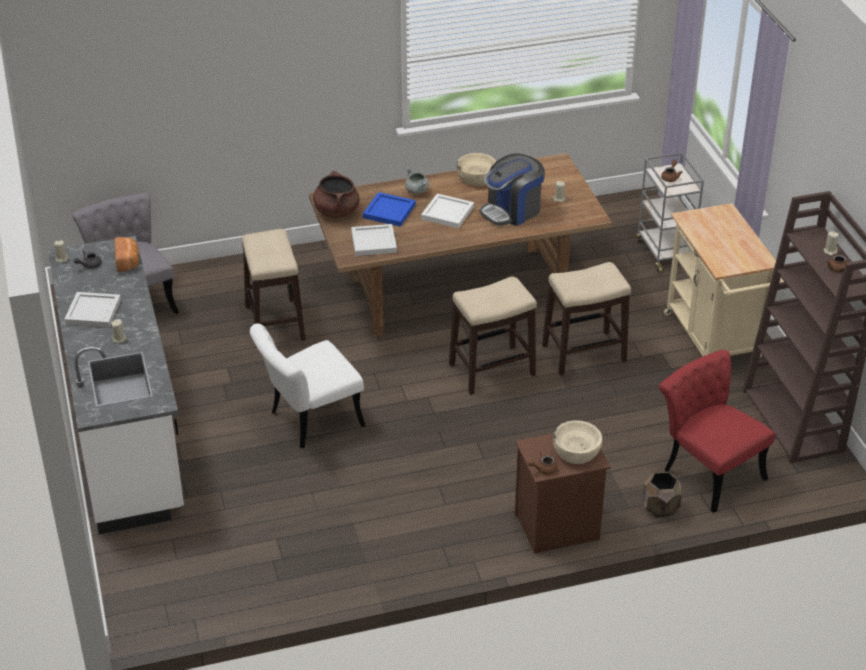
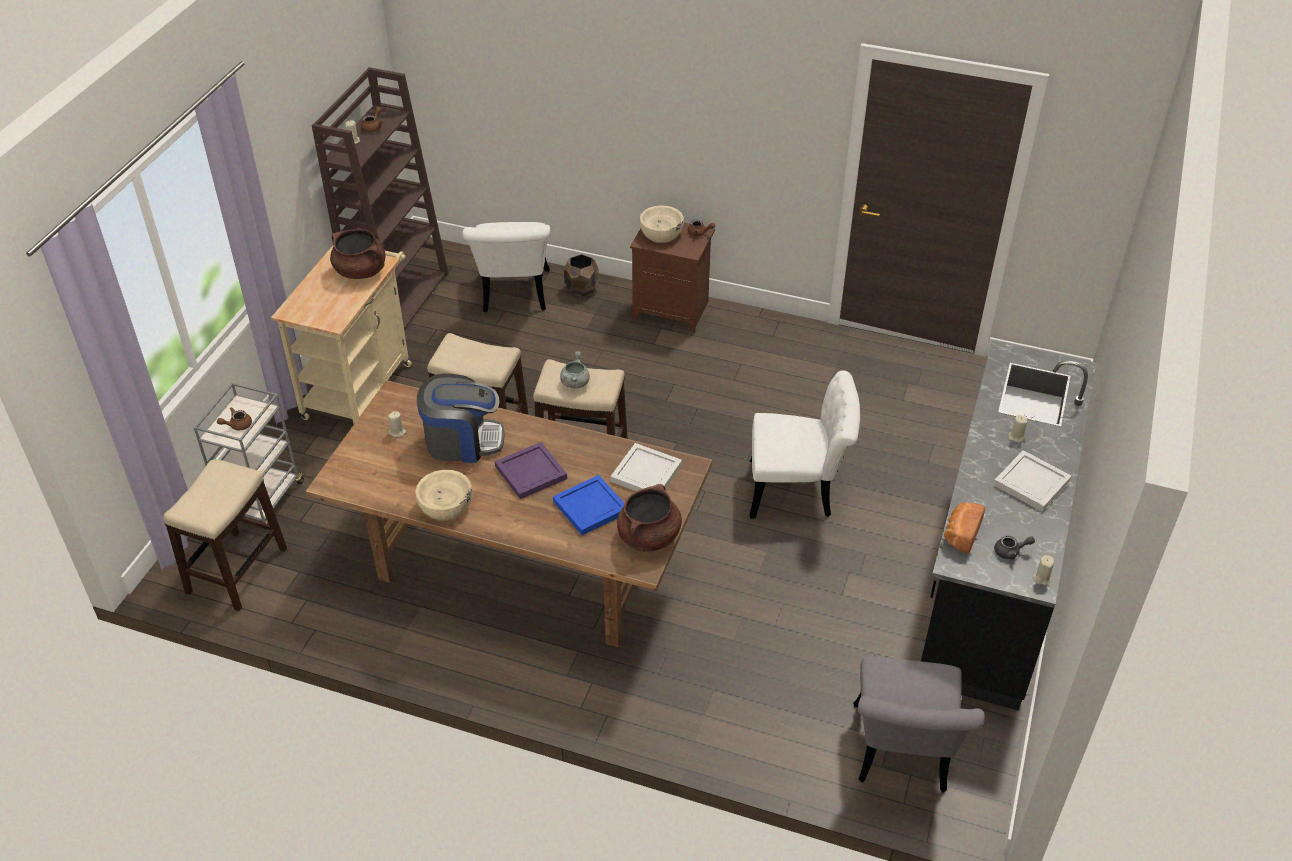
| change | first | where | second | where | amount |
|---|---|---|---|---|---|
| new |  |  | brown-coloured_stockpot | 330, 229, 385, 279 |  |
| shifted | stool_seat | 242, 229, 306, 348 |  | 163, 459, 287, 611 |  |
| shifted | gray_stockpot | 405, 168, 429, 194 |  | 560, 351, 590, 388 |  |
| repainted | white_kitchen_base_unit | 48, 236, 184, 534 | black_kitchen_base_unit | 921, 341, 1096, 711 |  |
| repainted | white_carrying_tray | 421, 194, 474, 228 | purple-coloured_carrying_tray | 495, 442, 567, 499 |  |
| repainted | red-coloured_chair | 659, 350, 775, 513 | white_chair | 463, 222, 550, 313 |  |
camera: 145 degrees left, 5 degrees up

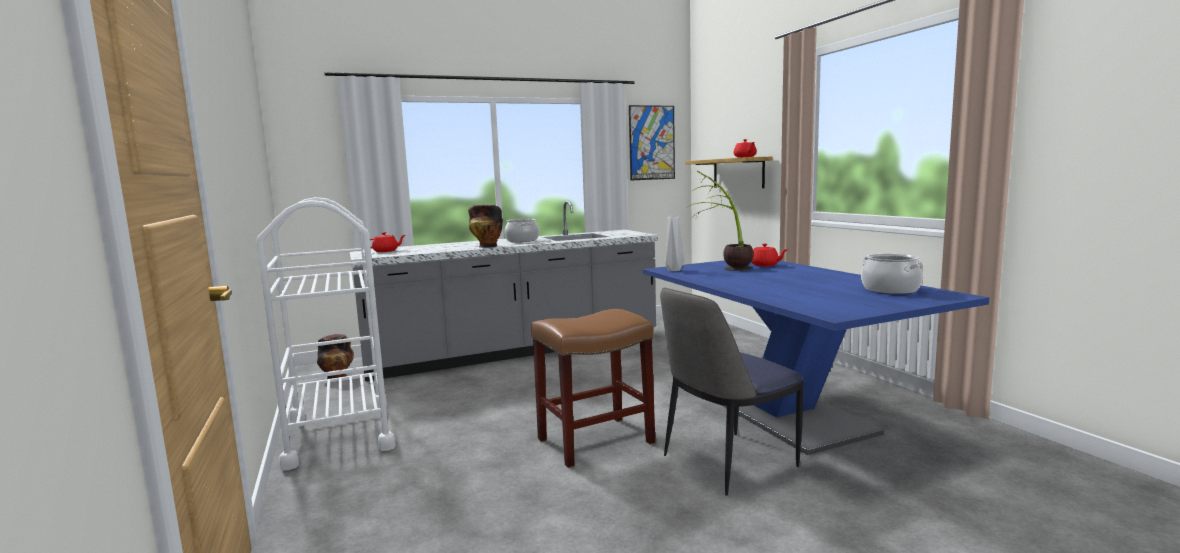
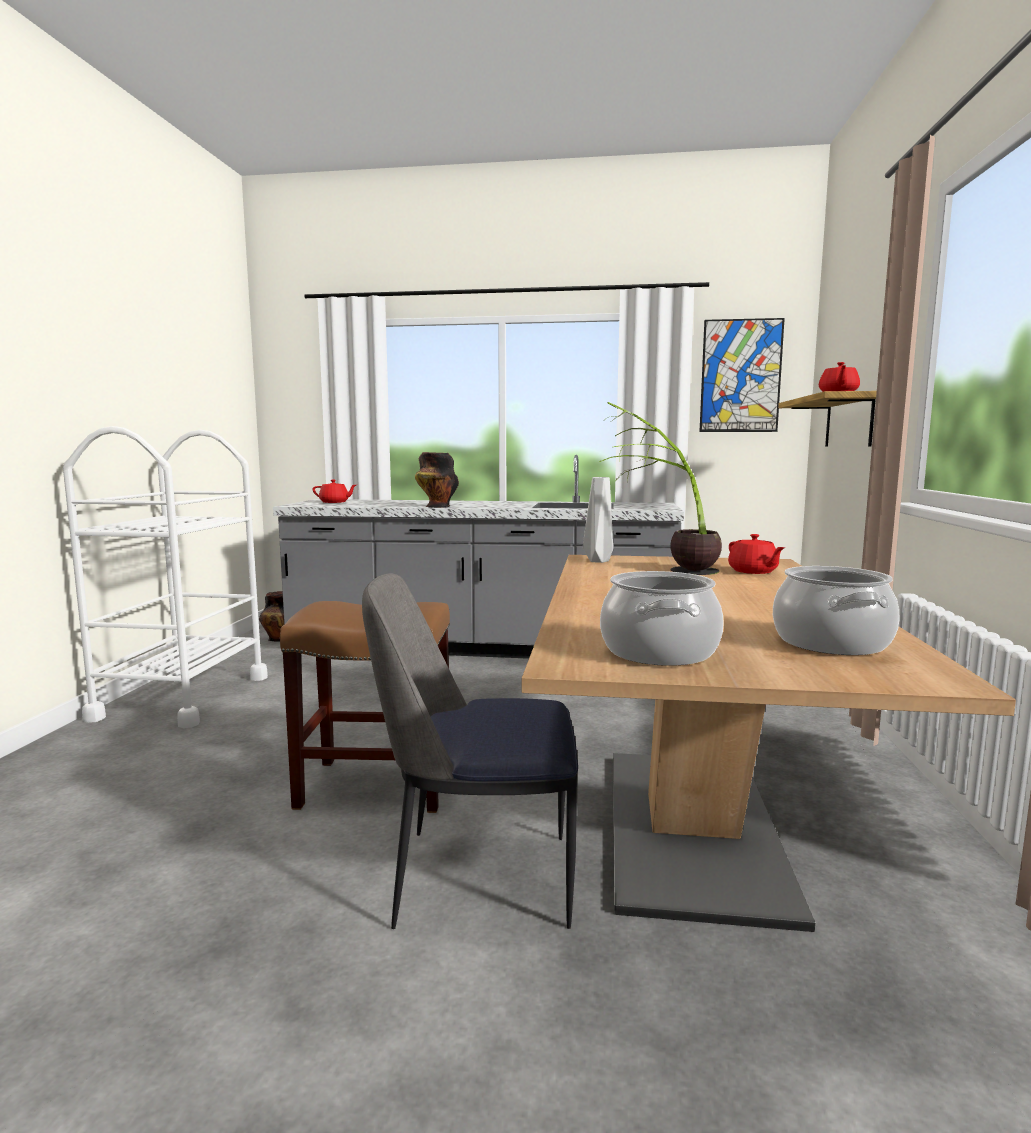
| change | first | where | second | where | amount |
|---|---|---|---|---|---|
| shifted | stockpot | 505, 219, 539, 242 |  | 600, 571, 724, 666 |  |
| repainted | bluish_dining_table | 643, 260, 989, 455 | brown-coloured_dining_table | 522, 555, 1016, 932 |  |
camera: 30 degrees right, 0 degrees up

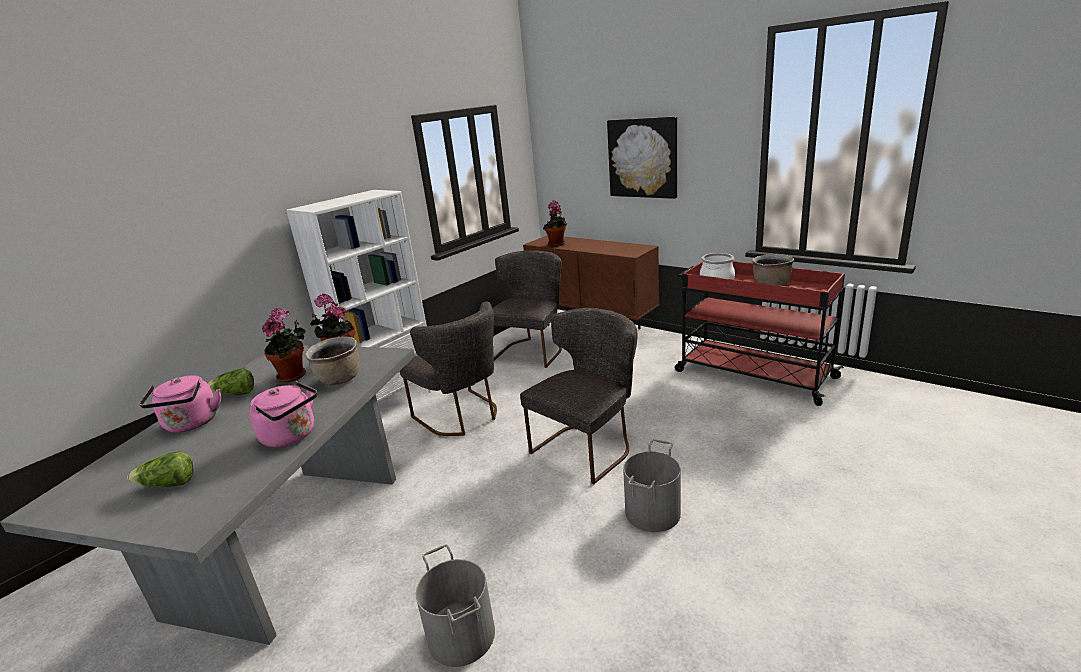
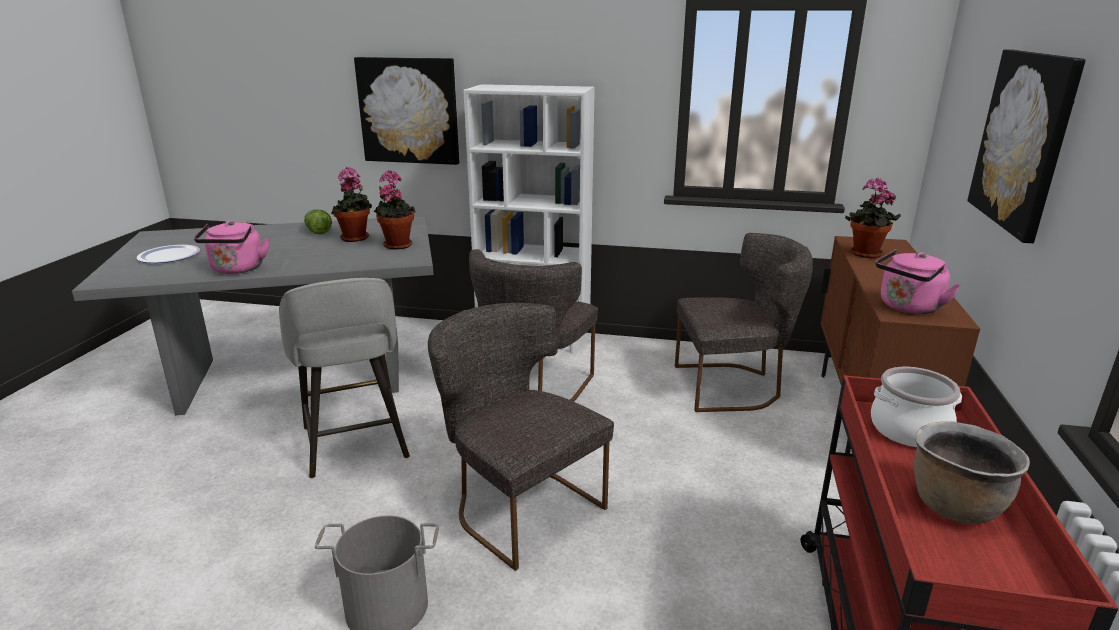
| change | first | where | second | where | amount |
|---|---|---|---|---|---|
| gone | brown-coloured_stockpot | 305, 336, 359, 385 |  |  |  |
| gone | gray_pail | 416, 544, 495, 667 |  |  |  |
| new |  |  | gray_stool_seat | 279, 278, 410, 478 |  |
| new |  |  | wall_picture | 354, 57, 459, 165 |  |
| shifted | pinkish_tea_kettle | 139, 375, 221, 432 |  | 876, 249, 960, 314 |  |
| swapped | lettuce | 127, 452, 193, 487 | plate | 137, 245, 200, 263 |  |
| rotated | gray_chair | 520, 308, 637, 485 |  | 428, 303, 614, 571 | 150 degrees counterclockwise |
camera: 60 degrees right, 0 degrees up

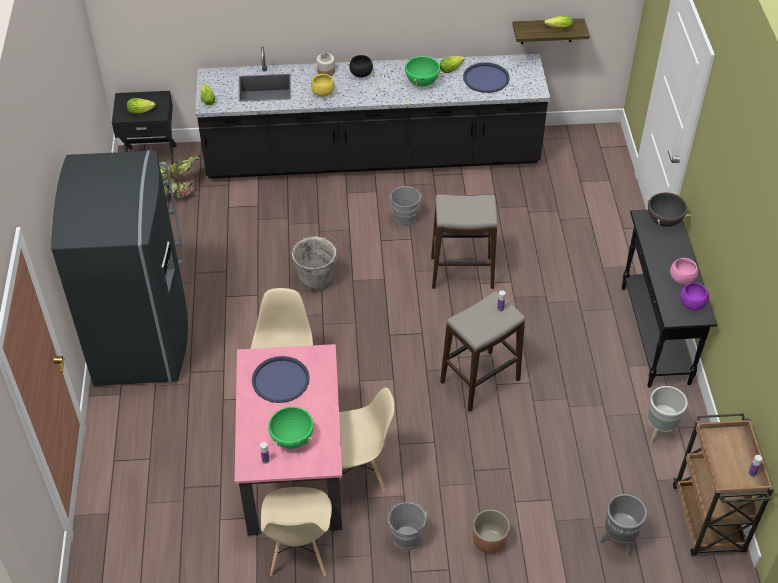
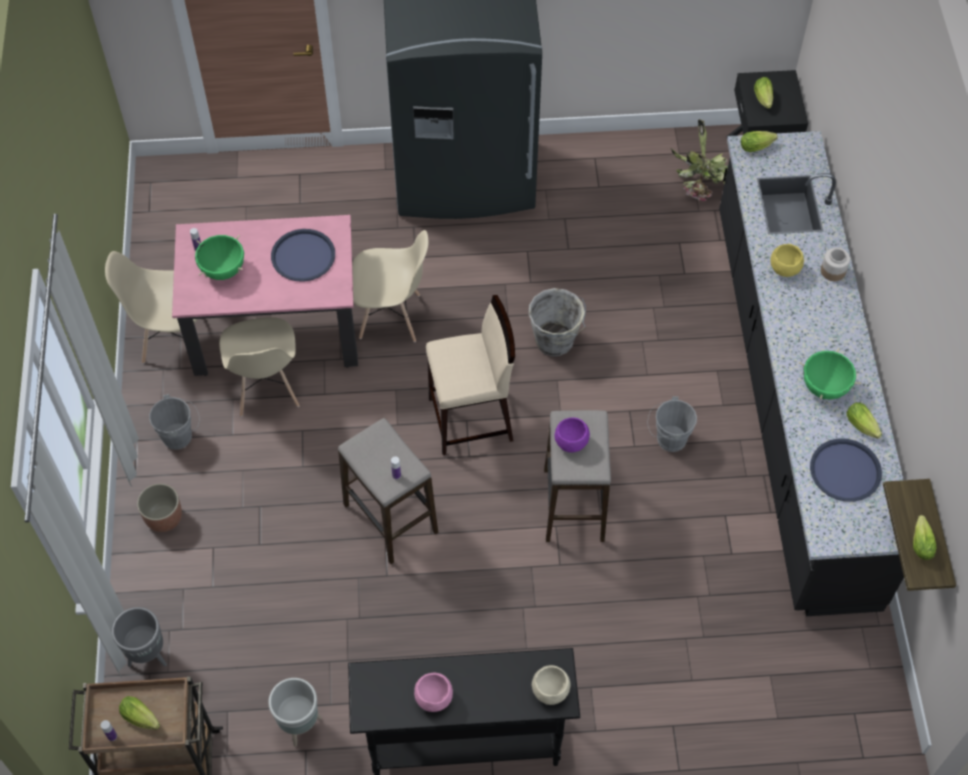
| change | first | where | second | where | amount |
|---|---|---|---|---|---|
| gone | black_deep_dish | 349, 55, 373, 78 |  |  |  |
| new |  |  | lettuce | 119, 696, 160, 730 |  |
| new |  |  | beige-coloured_stool_seat | 426, 295, 515, 455 |  |
| shifted | purple-coloured_deep_dish | 680, 283, 709, 310 |  | 555, 418, 590, 452 |  |
| swapped | black_stockpot | 645, 192, 691, 227 | beige-coloured_deep_dish | 532, 665, 570, 705 |  |
camera: 90 degrees right, 10 degrees up

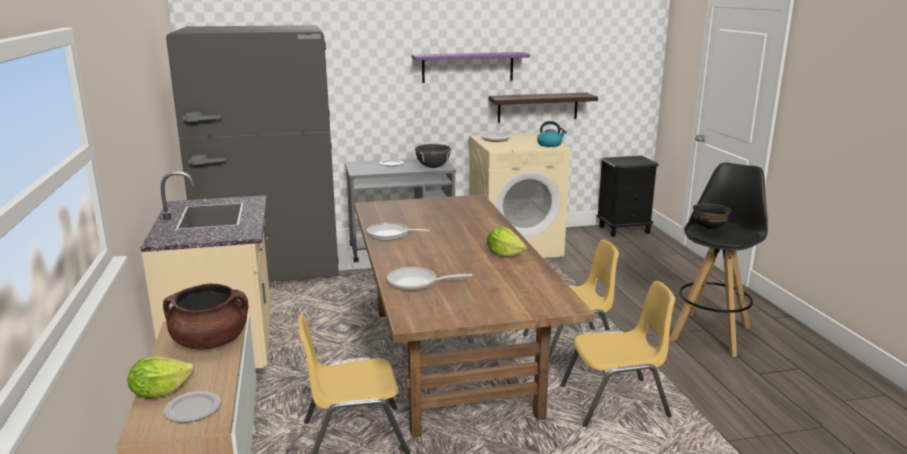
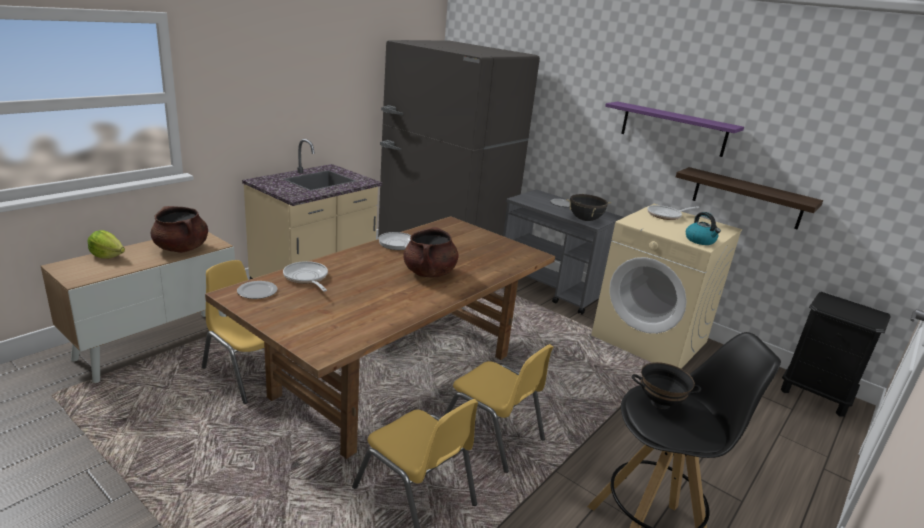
| change | first | where | second | where | amount |
|---|---|---|---|---|---|
| gone | lettuce | 487, 227, 527, 257 |  |  |  |
| new |  |  | brown-coloured_stockpot | 403, 227, 459, 277 |  |
| shifted | plate | 164, 391, 221, 423 |  | 237, 281, 278, 299 |  |
camera: 50 degrees right, 5 degrees up

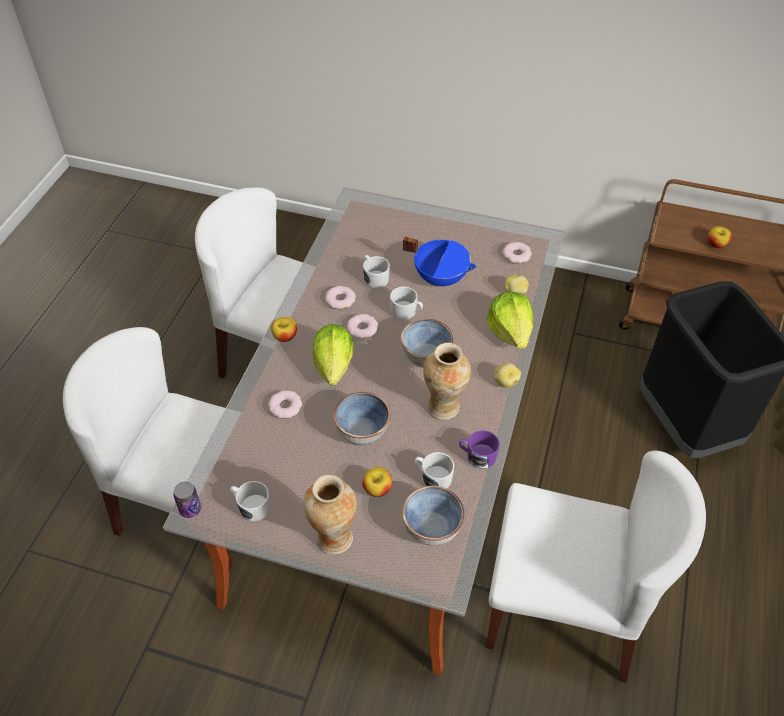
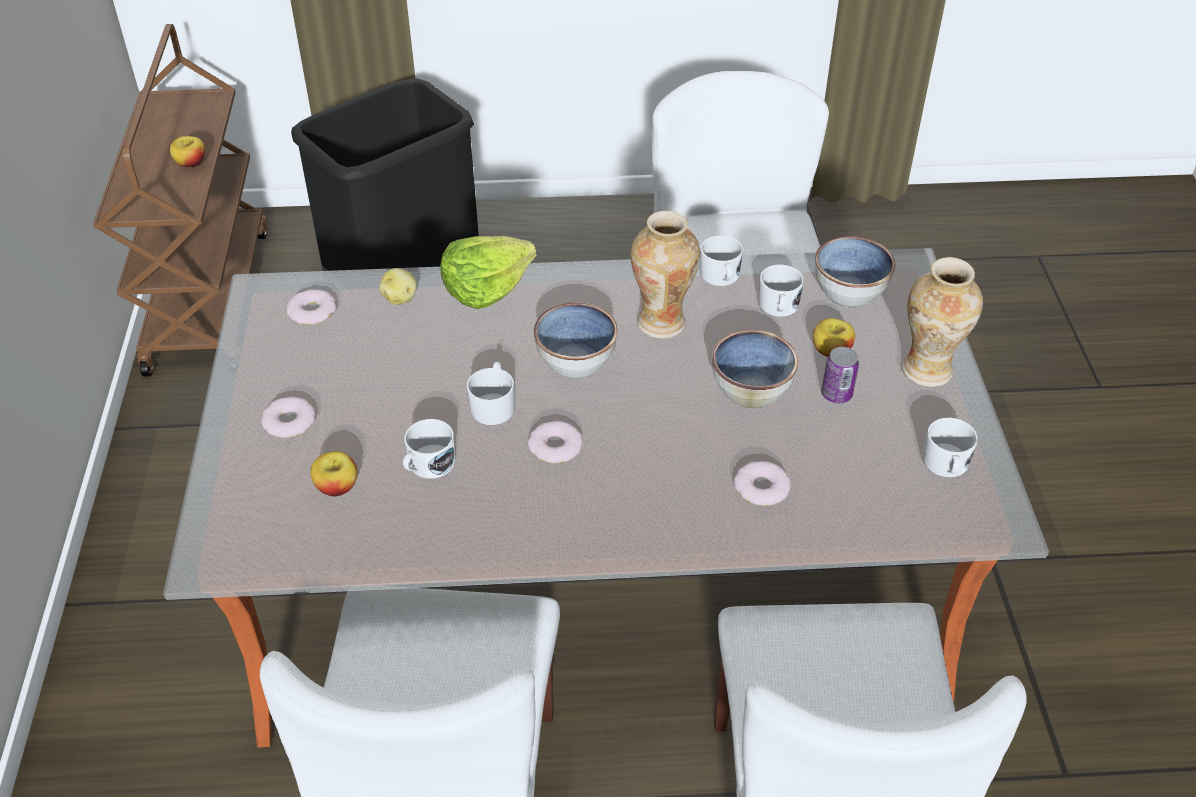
| change | first | where | second | where | amount |
|---|---|---|---|---|---|
| gone | lettuce | 313, 324, 354, 386 |  |  |  |
| gone | bluish_stockpot | 403, 237, 477, 288 |  |  |  |
| gone | whole_potato | 494, 363, 521, 388 |  |  |  |
| shifted | can | 173, 481, 201, 518 |  | 821, 347, 859, 403 |  |
| shifted | whole_apple | 271, 317, 297, 342 |  | 310, 451, 358, 496 |  |
| shifted | donut | 325, 286, 356, 309 |  | 261, 397, 316, 438 |  |
| repainted | purple-coloured_tea_mug | 459, 430, 500, 469 | white_tea_mug | 700, 235, 743, 286 |  |
camera: 110 degrees left, 5 degrees down

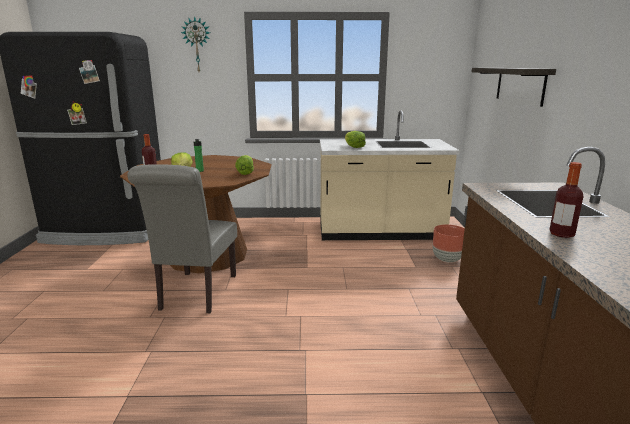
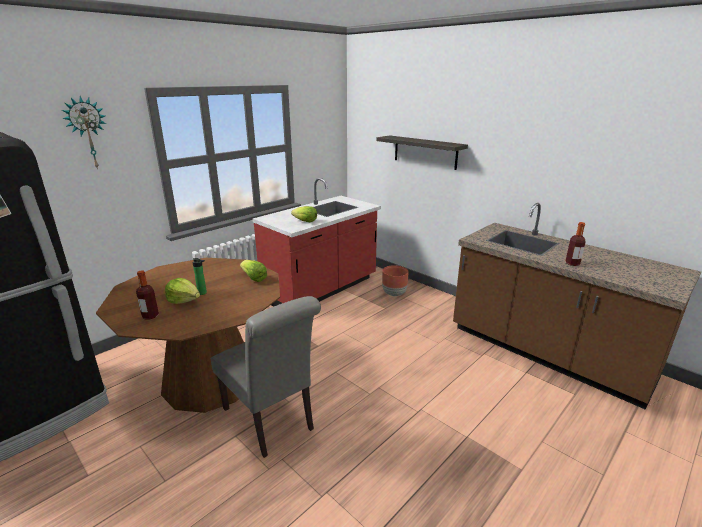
| change | first | where | second | where | amount |
|---|---|---|---|---|---|
| repainted | beige-coloured_kitchen_base_unit | 320, 110, 460, 240 | red-coloured_kitchen_base_unit | 252, 178, 381, 307 |  |
camera: 45 degrees left, 5 degrees up

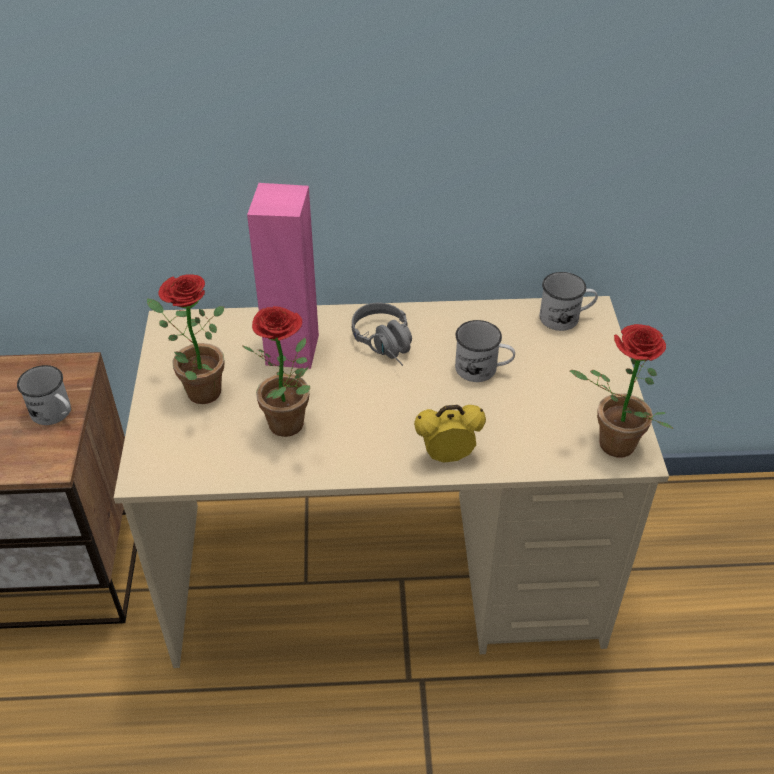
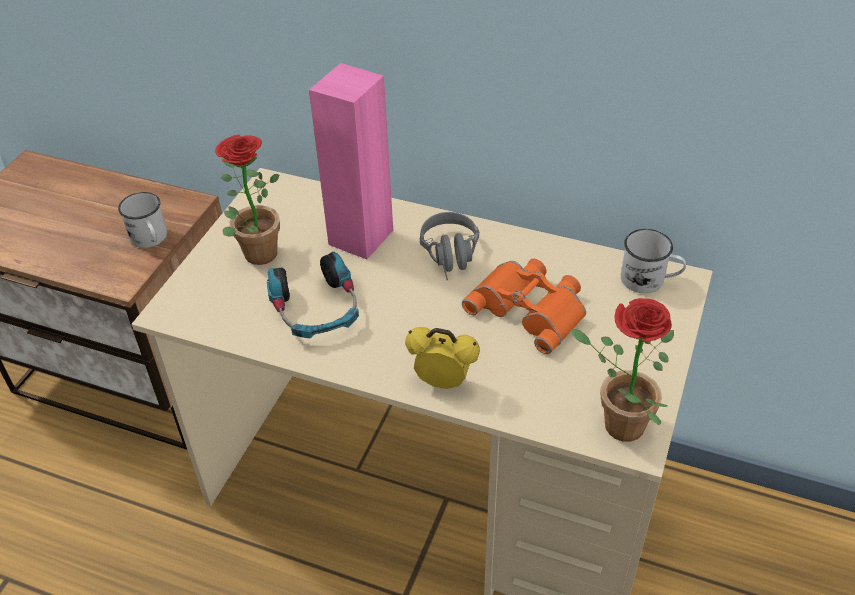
| change | first | where | second | where | amount |
|---|---|---|---|---|---|
| swapped | plant_in_a_pot | 243, 306, 310, 437 | headset | 267, 252, 359, 339 |  |
| swapped | white_tea_mug | 455, 320, 515, 382 | orange_binoculars | 462, 259, 586, 354 |  |
camera: 25 degrees right, 0 degrees up

